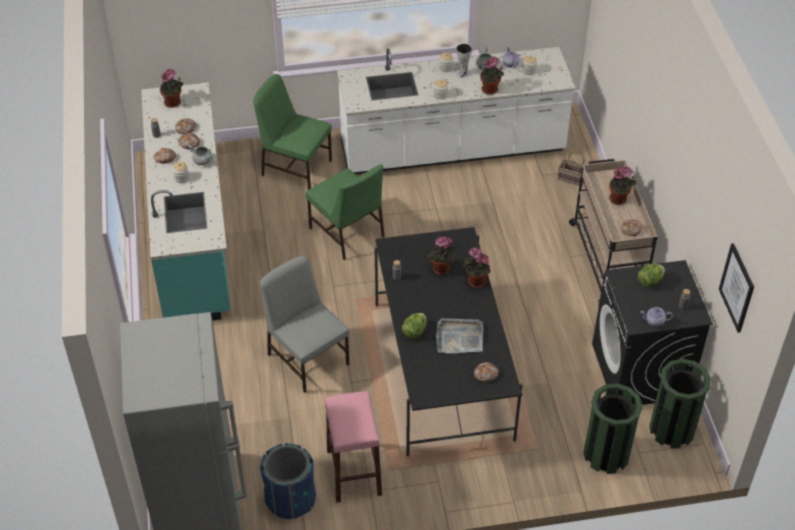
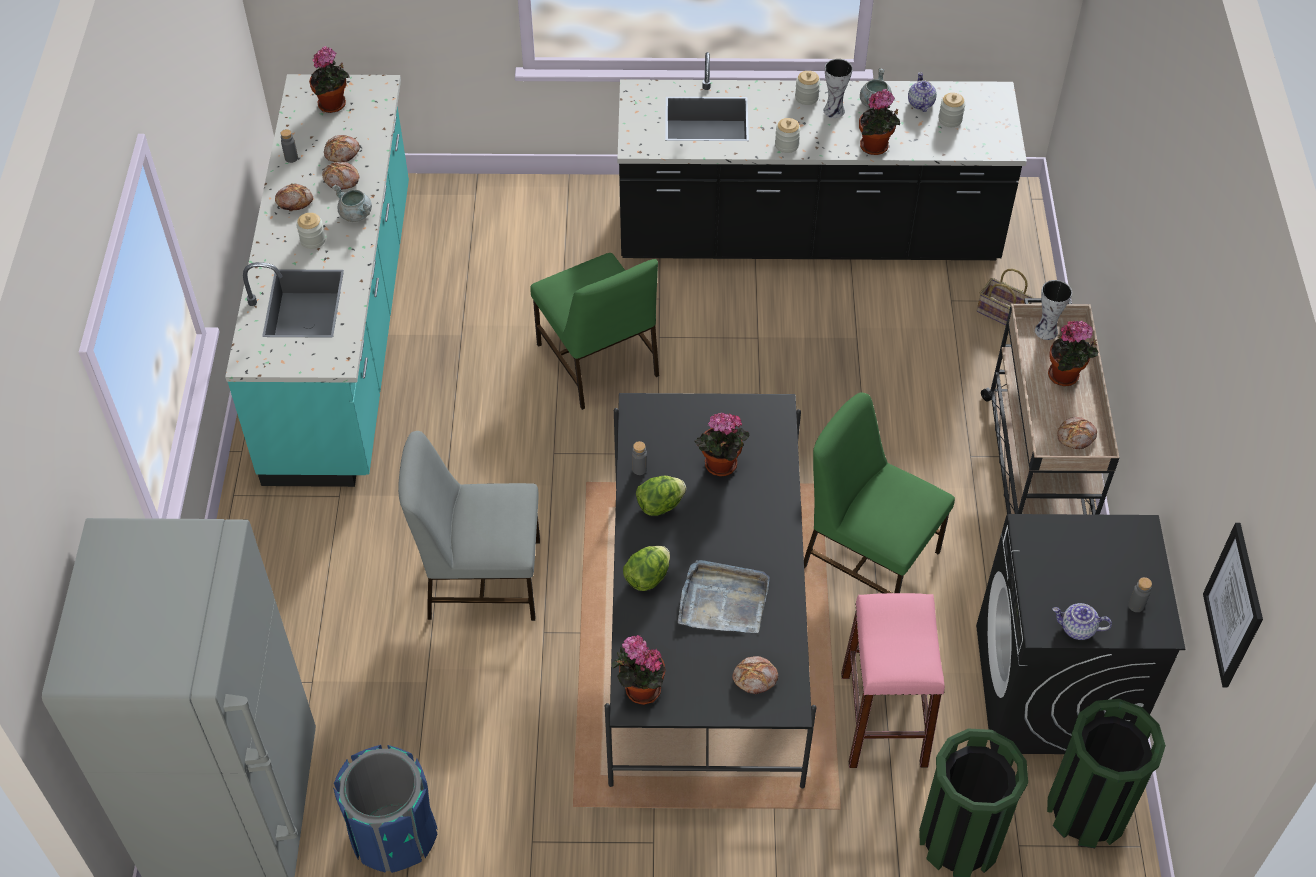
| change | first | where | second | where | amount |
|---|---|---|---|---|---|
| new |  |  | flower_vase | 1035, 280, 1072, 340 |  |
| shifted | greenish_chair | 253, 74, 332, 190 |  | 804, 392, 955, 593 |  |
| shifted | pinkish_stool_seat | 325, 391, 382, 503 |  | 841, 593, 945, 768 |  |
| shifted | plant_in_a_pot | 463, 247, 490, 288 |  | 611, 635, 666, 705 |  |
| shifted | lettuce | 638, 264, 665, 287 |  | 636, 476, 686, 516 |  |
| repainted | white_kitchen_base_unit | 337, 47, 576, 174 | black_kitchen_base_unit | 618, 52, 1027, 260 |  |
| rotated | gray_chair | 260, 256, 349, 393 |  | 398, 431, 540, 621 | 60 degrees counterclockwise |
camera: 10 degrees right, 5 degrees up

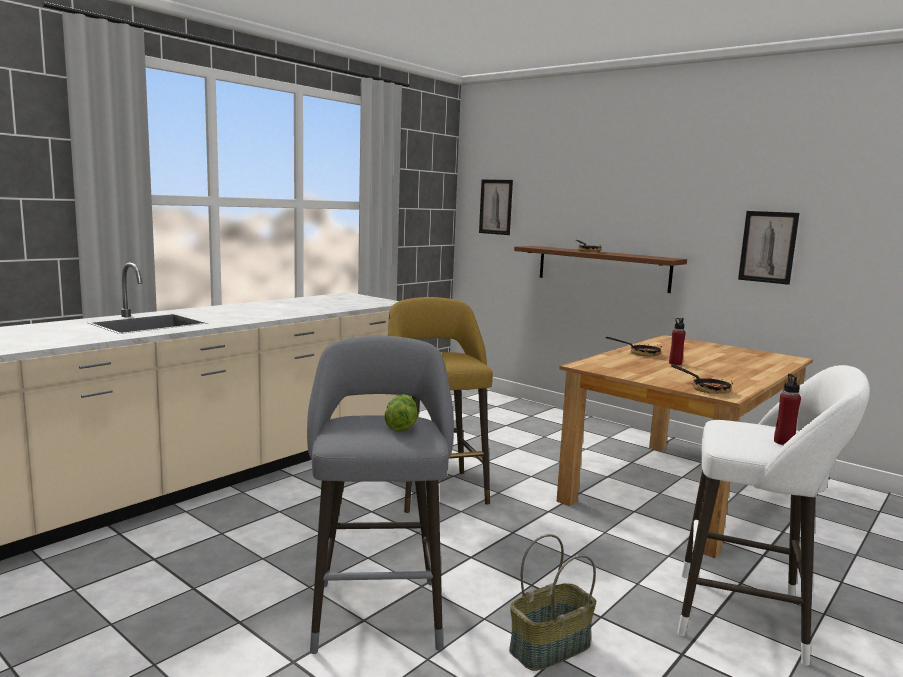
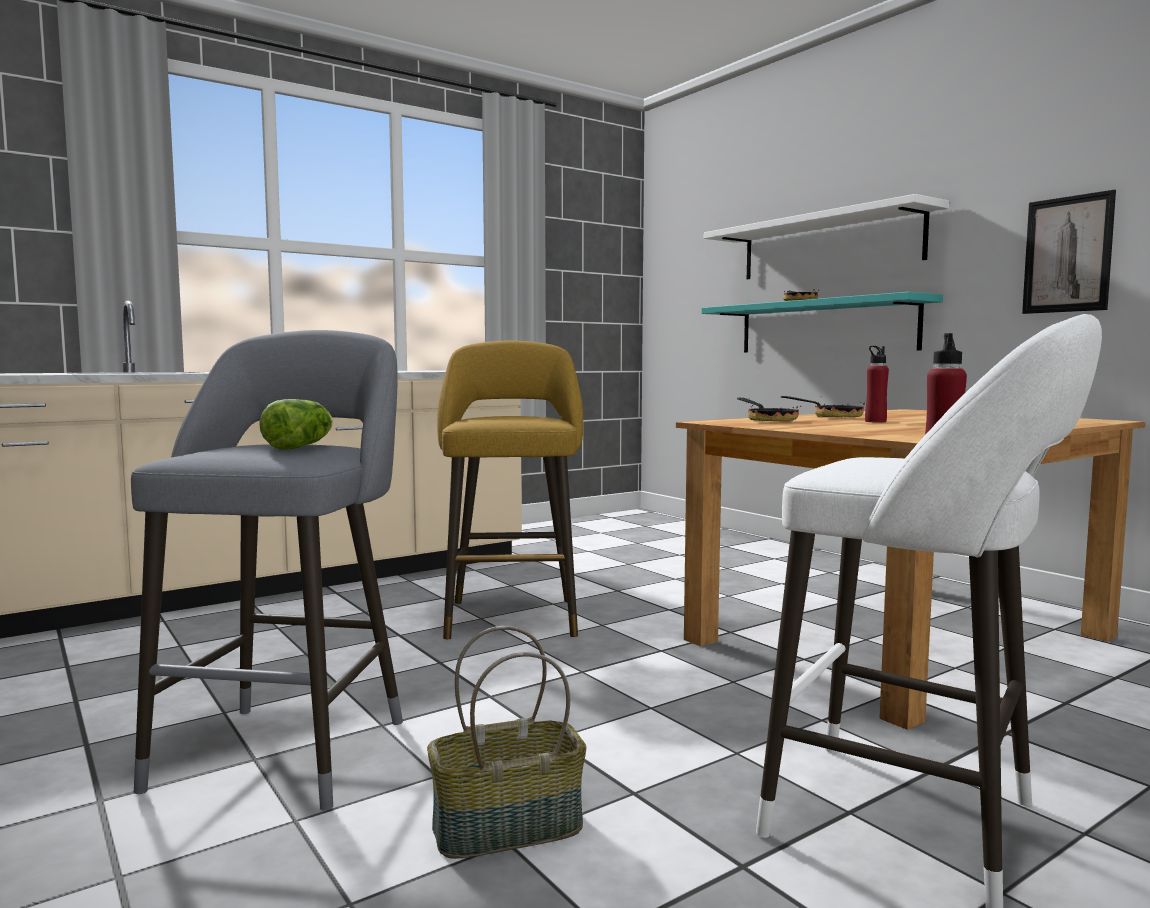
| change | first | where | second | where | amount |
|---|---|---|---|---|---|
| gone | wall_picture | 479, 179, 513, 235 |  |  |  |
| new |  |  | white_bracket_shelf | 704, 194, 949, 279 |  |
| shifted | pan | 671, 365, 733, 394 |  | 737, 398, 801, 422 |  |
| repainted | brown-coloured_bracket_shelf | 514, 246, 687, 293 | turquoise_bracket_shelf | 702, 292, 943, 353 |  |
camera: 15 degrees right, 5 degrees down

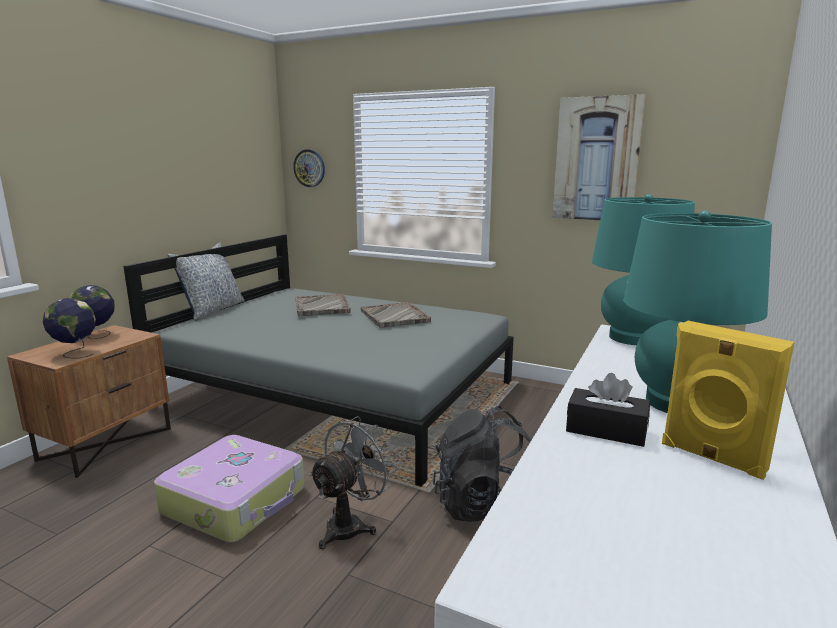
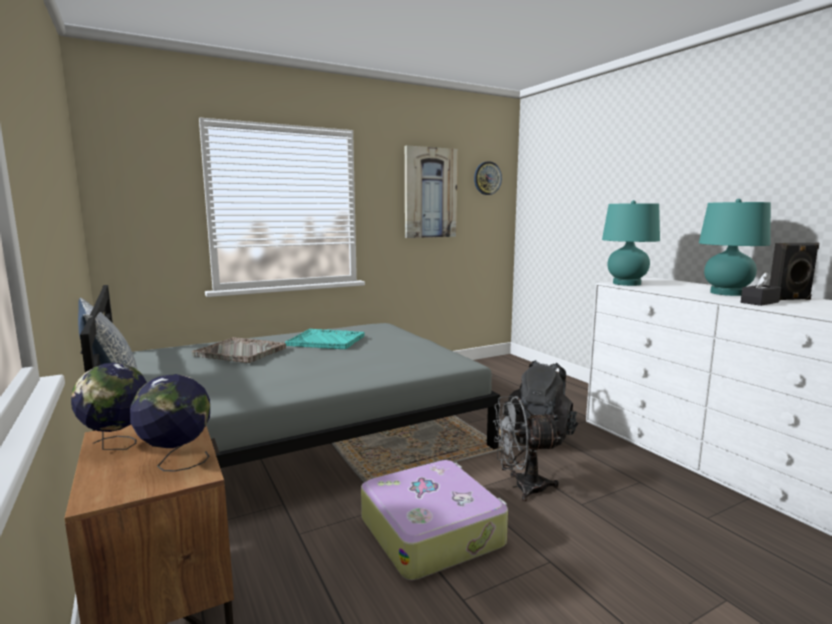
| change | first | where | second | where | amount |
|---|---|---|---|---|---|
| shifted | clock_on_the_wall | 293, 149, 325, 187 |  | 474, 161, 502, 195 |  |
| repainted | gray_carrying_tray | 360, 302, 431, 328 | turquoise_carrying_tray | 285, 329, 365, 349 |  |
| repainted | yellow_speaker | 662, 321, 795, 480 | black_speaker | 769, 242, 819, 301 |  |
| rotated | gray_cooling_fan | 309, 416, 397, 549 |  | 493, 396, 561, 501 | 75 degrees counterclockwise |
camera: 55 degrees left, 5 degrees down

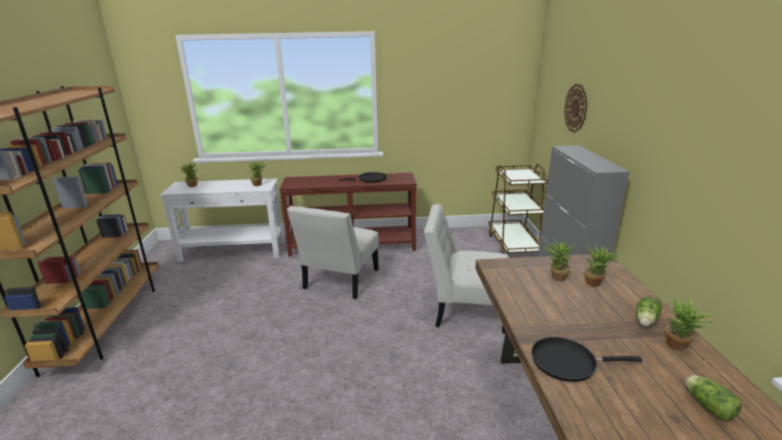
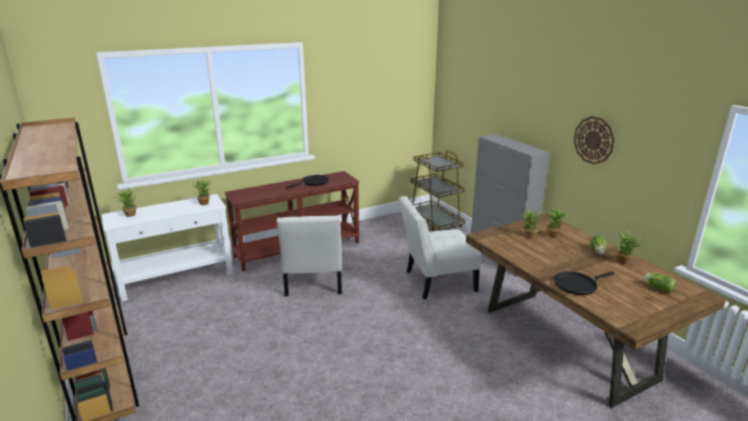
| change | first | where | second | where | amount |
|---|---|---|---|---|---|
| shifted | clock_on_the_wall | 564, 84, 587, 133 |  | 574, 116, 615, 164 |  |
camera: 25 degrees left, 0 degrees up

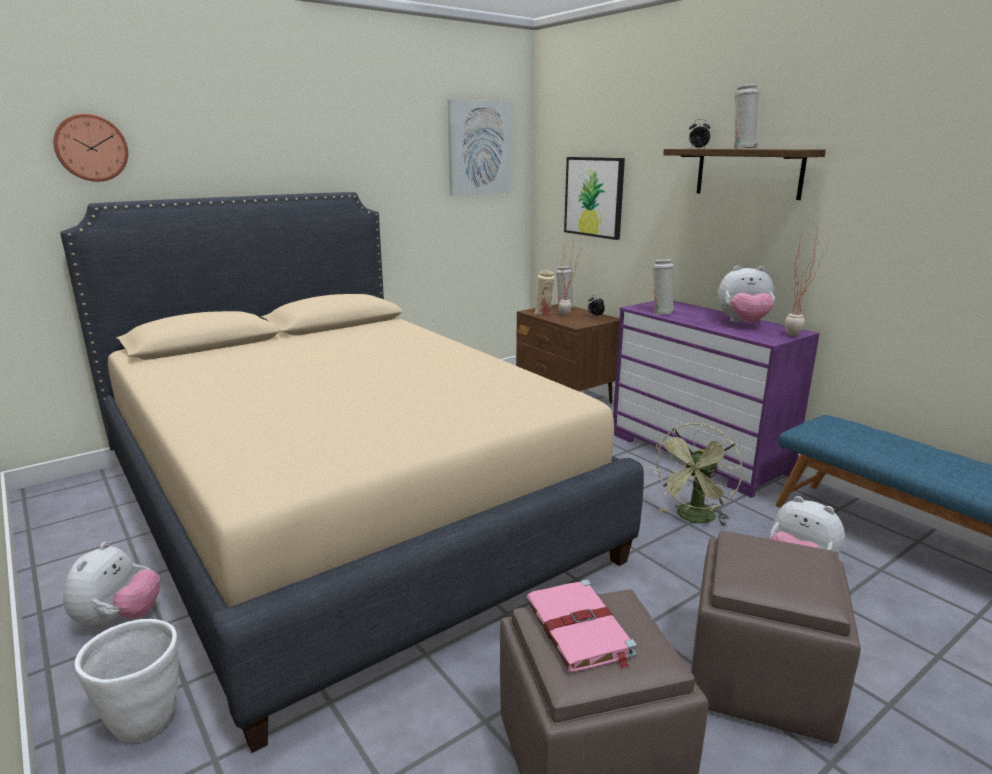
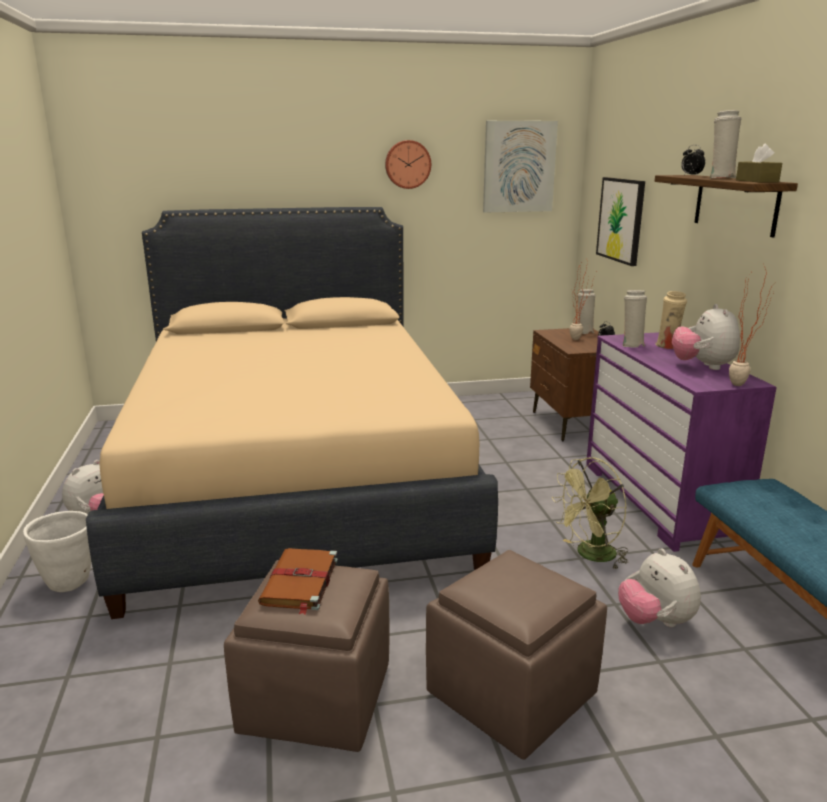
| change | first | where | second | where | amount |
|---|---|---|---|---|---|
| new |  |  | brown-coloured_box_of_tissues | 736, 143, 782, 183 |  |
| shifted | clock_on_the_wall | 53, 114, 128, 182 |  | 385, 140, 431, 189 |  |
| shifted | beige-coloured_flower_vase | 534, 270, 555, 316 |  | 656, 291, 687, 349 |  |
| repainted | pinkish_volume | 526, 579, 637, 672 | brown-coloured_volume | 258, 548, 338, 615 |  |
| rotated | plush_toy | 718, 266, 775, 323 |  | 672, 304, 740, 370 | 60 degrees clockwise |
camera: 25 degrees right, 0 degrees up

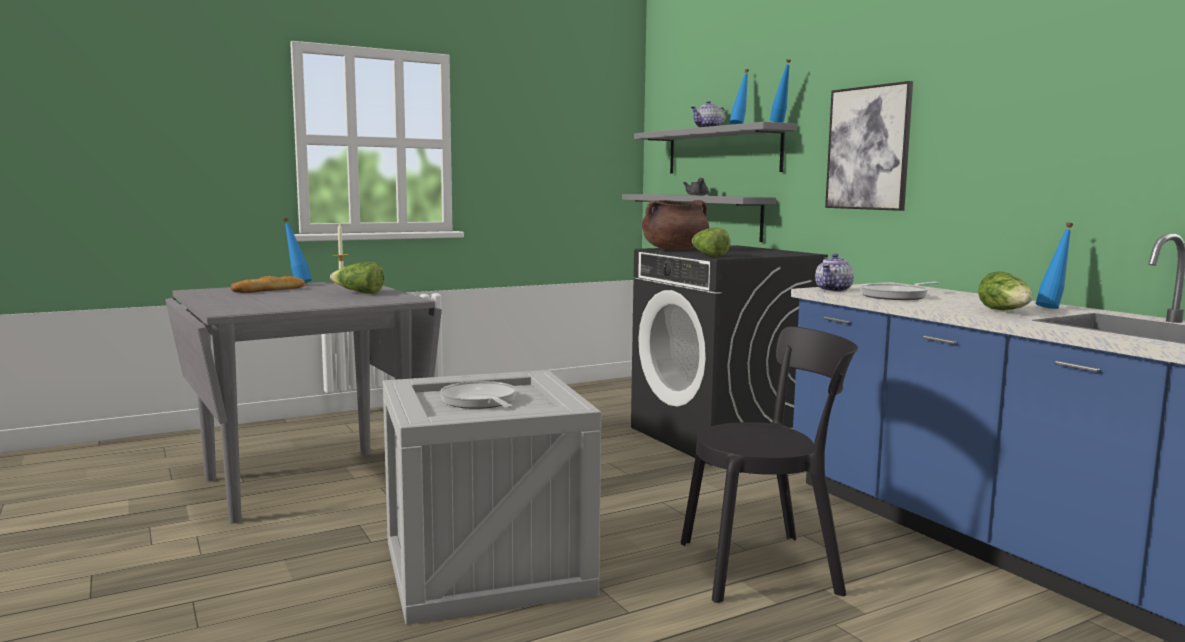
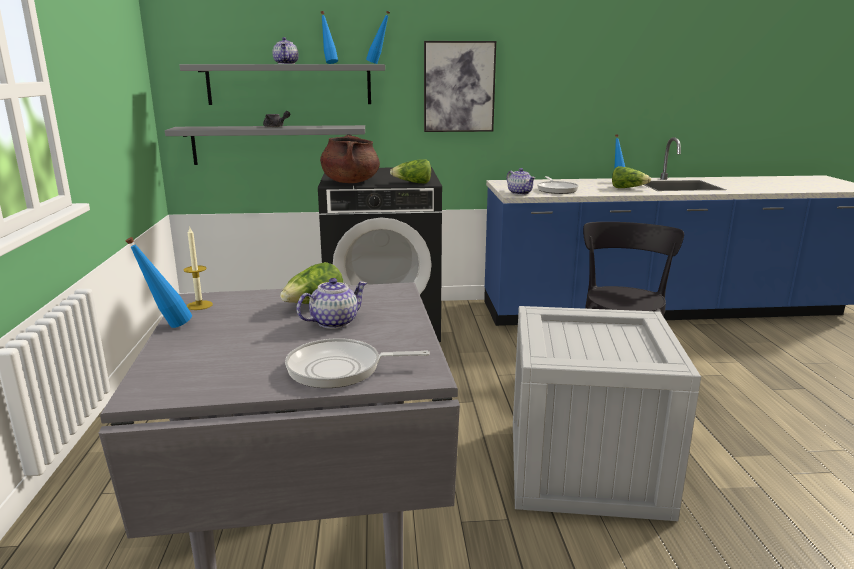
| change | first | where | second | where | amount |
|---|---|---|---|---|---|
| gone | baked_bread | 231, 276, 305, 293 |  |  |  |
| new |  |  | teapot | 296, 278, 367, 329 |  |
| shifted | pan | 440, 381, 517, 409 |  | 285, 338, 430, 388 |  |
camera: 65 degrees left, 10 degrees up

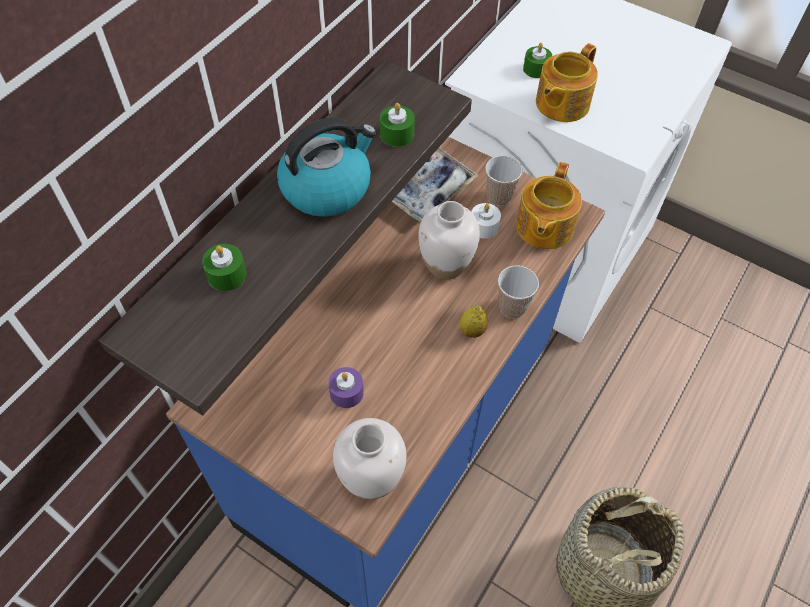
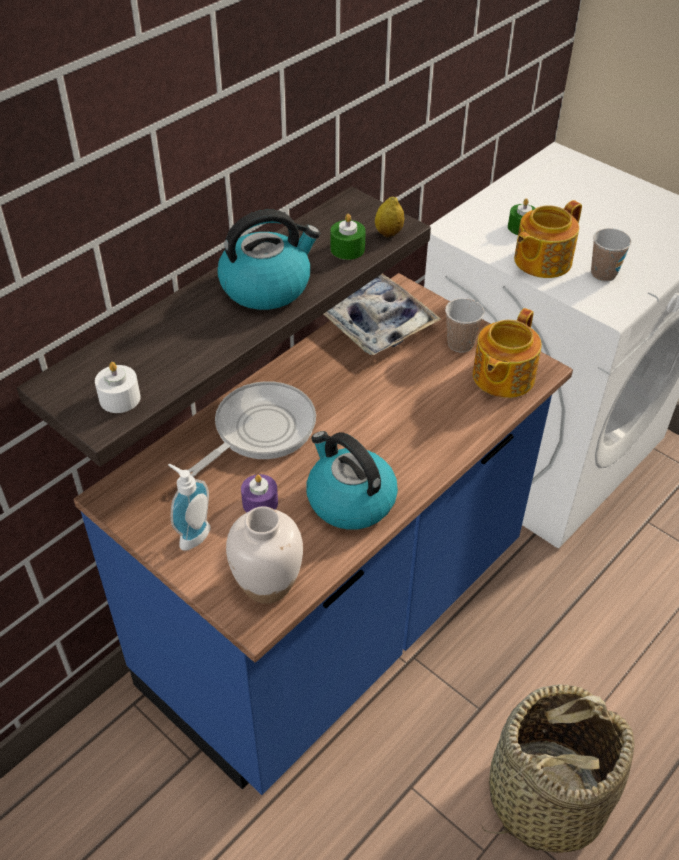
| change | first | where | second | where | amount |
|---|---|---|---|---|---|
| gone | greenish_wax_light | 202, 244, 247, 291 |  |  |  |
| gone | white_flower_vase | 418, 201, 480, 280 |  |  |  |
| new |  |  | soap_dispenser | 168, 464, 211, 551 |  |
| new |  |  | pan | 188, 381, 316, 477 |  |
| new |  |  | tea_kettle | 306, 431, 398, 530 |  |
| shifted | citrus_fruit | 460, 305, 488, 338 |  | 375, 197, 405, 237 |  |
| shifted | white_wax_light | 471, 203, 501, 239 |  | 95, 362, 141, 413 |  |
| shifted | drinking_cup | 498, 265, 539, 319 |  | 591, 228, 632, 282 |  |
camera: 10 degrees right, 10 degrees down

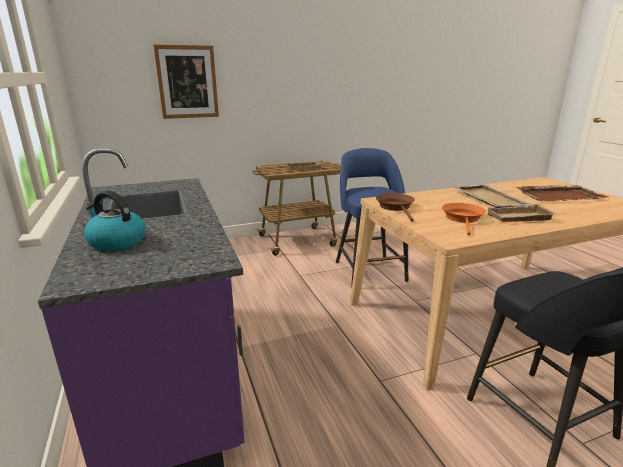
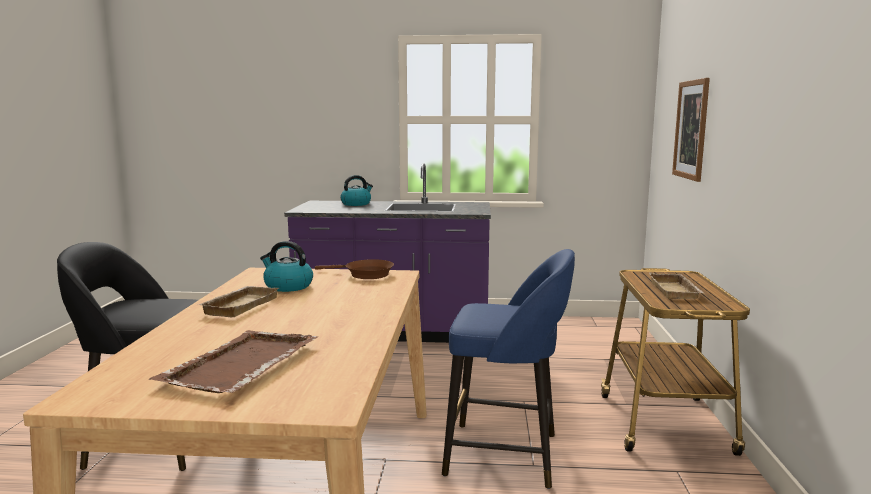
| change | first | where | second | where | amount |
|---|---|---|---|---|---|
| gone | beige-coloured_carrying_tray | 450, 184, 534, 208 |  |  |  |
| swapped | orange_pan | 442, 203, 486, 236 | tea_kettle | 260, 241, 313, 292 |  |
camera: 115 degrees right, 10 degrees down

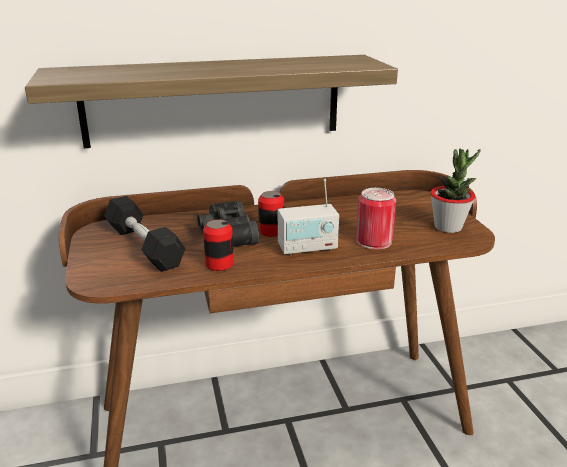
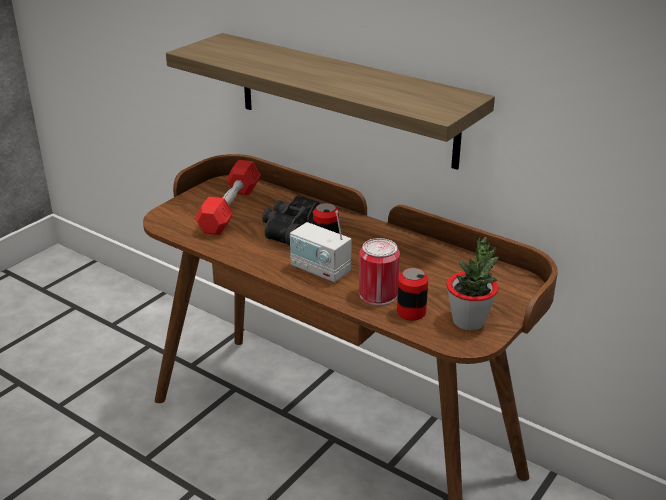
| change | first | where | second | where | amount |
|---|---|---|---|---|---|
| shifted | can | 203, 220, 234, 271 |  | 397, 268, 428, 321 |  |
| repainted | black_free_weight | 104, 196, 186, 272 | red-coloured_free_weight | 195, 160, 261, 235 |  |
camera: 50 degrees right, 5 degrees up

